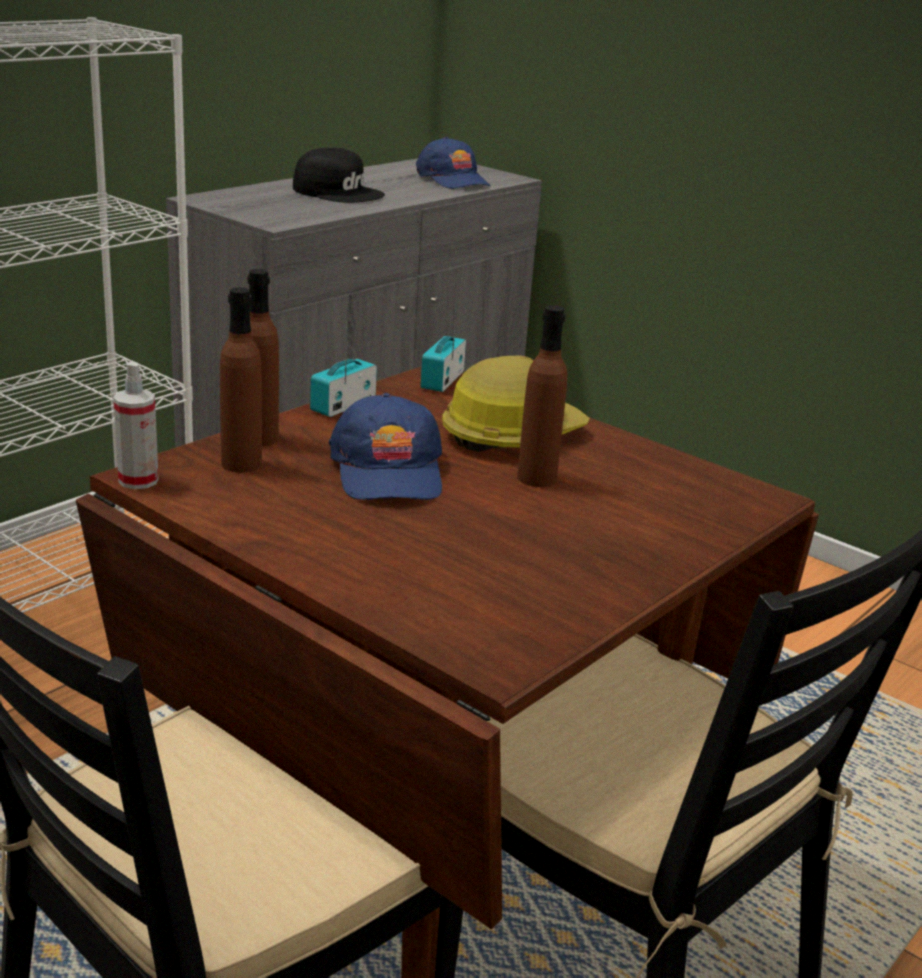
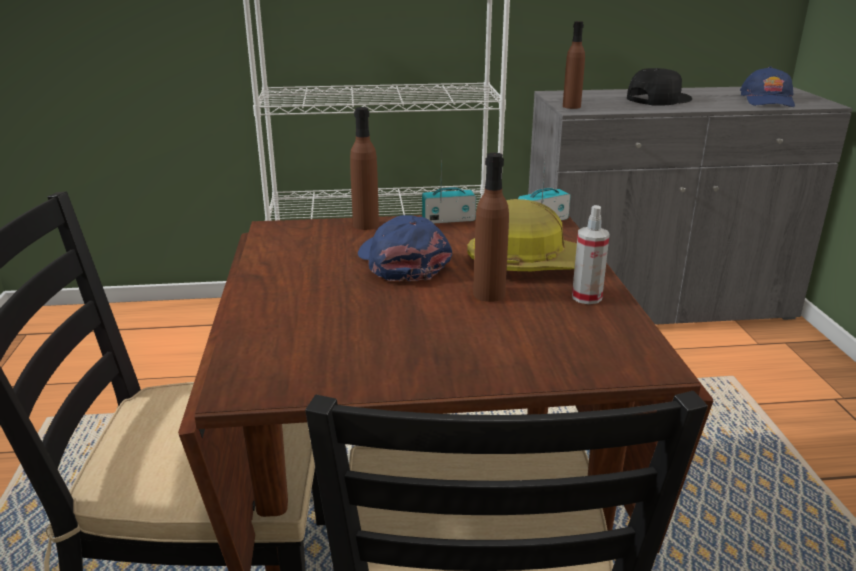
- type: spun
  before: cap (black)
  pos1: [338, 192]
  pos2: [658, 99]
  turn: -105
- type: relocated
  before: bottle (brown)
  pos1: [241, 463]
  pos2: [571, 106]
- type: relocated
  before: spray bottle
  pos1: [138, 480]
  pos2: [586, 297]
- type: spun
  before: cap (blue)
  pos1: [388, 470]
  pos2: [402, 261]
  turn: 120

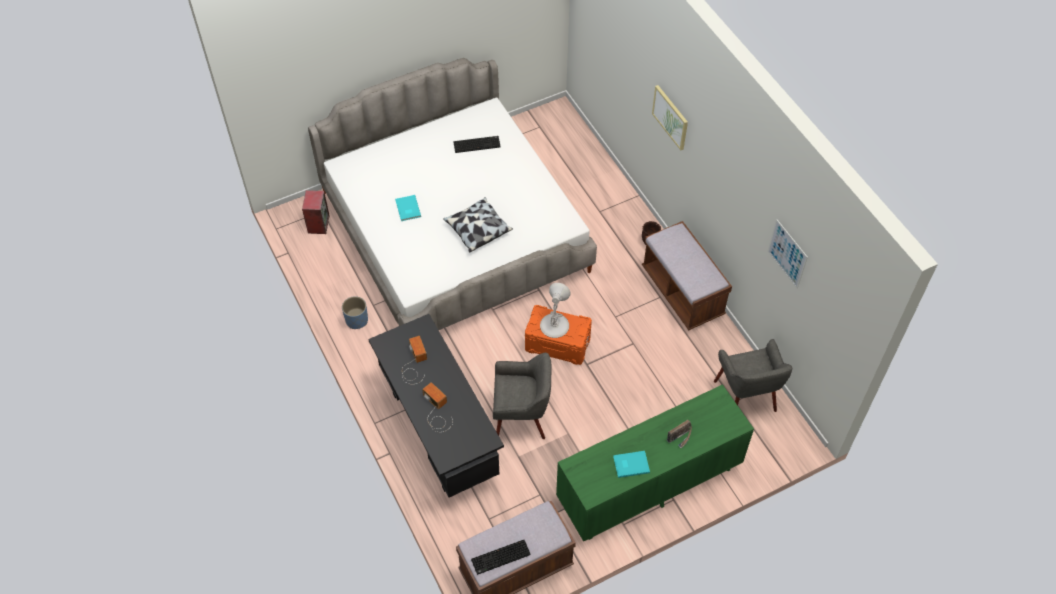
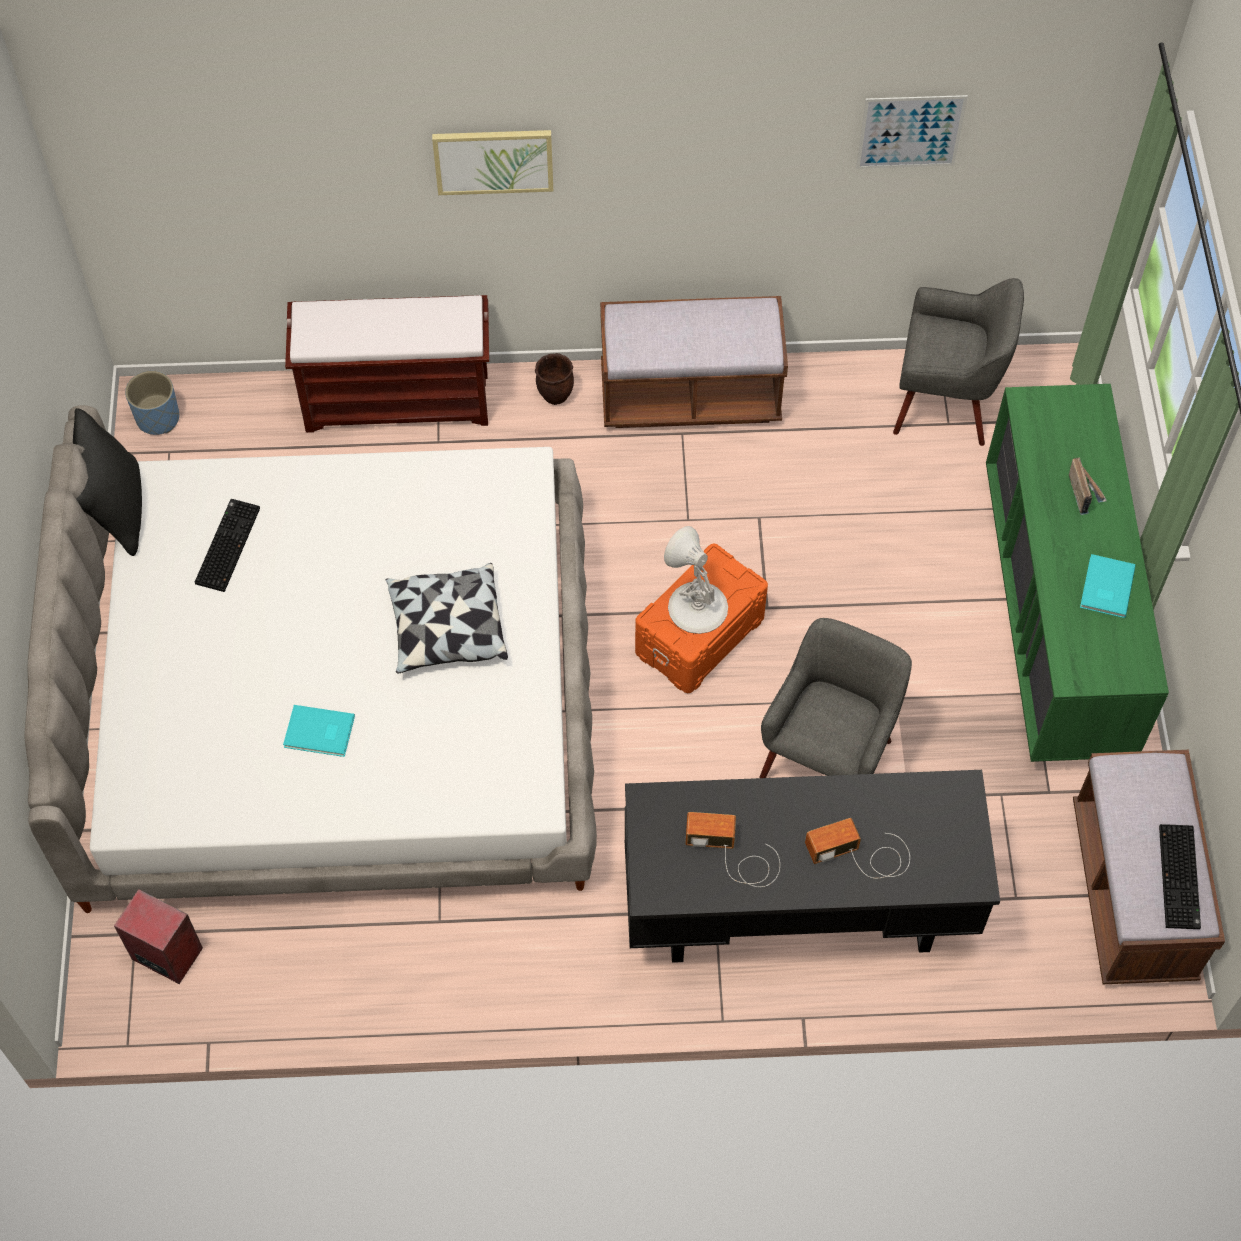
- type: relocated
  before: planter (blue)
  pos1: [356, 320]
  pos2: [158, 418]
- type: appeared
  after: bench (brown)
  pos2: [399, 400]
- type: appeared
  after: pillow (black)
  pos2: [117, 511]

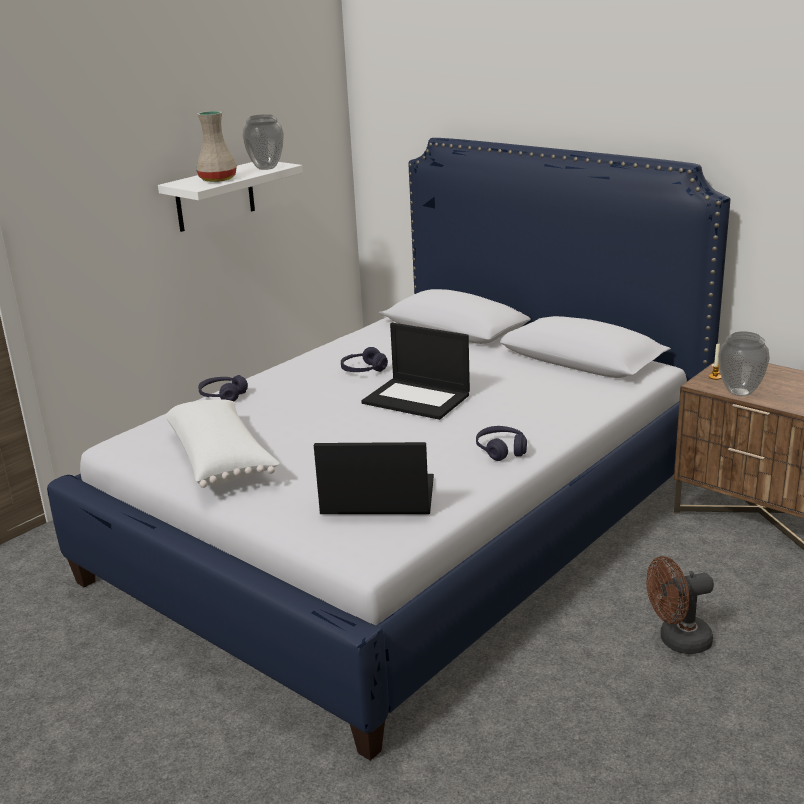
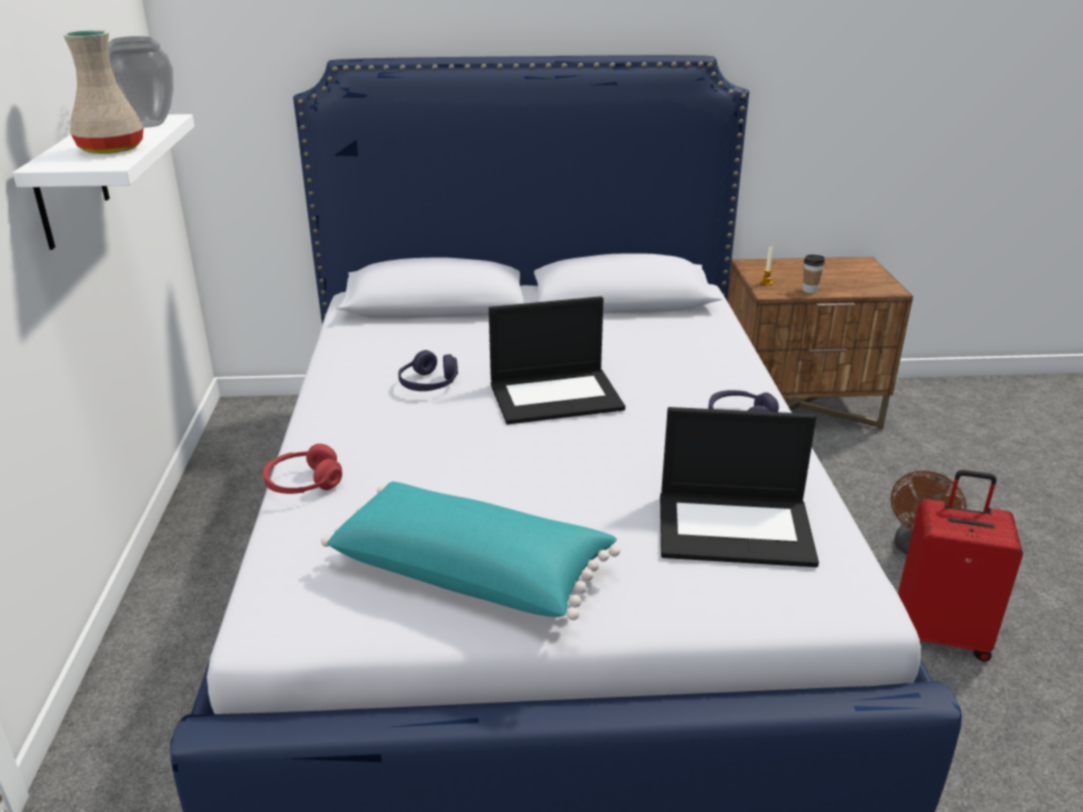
- type: exchanged
  before: vase
  after: cup
  pos1: [740, 392]
  pos2: [810, 290]
- type: colour
  before: headphones (purple)
  after: headphones (red)
  pos1: [223, 395]
  pos2: [304, 483]
- type: colour
  before: pillow (white)
  after: pillow (turquoise)
  pos1: [221, 459]
  pos2: [472, 571]
- type: spun
  before: laptop
  pos1: [376, 497]
  pos2: [736, 528]
  turn: -135
- type: appeared
  after: suitcase (red)
  pos2: [941, 634]

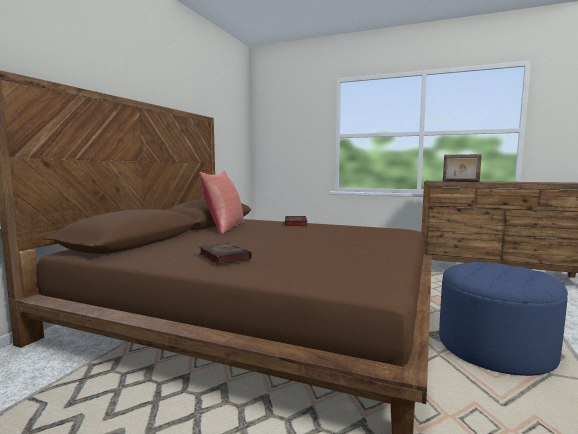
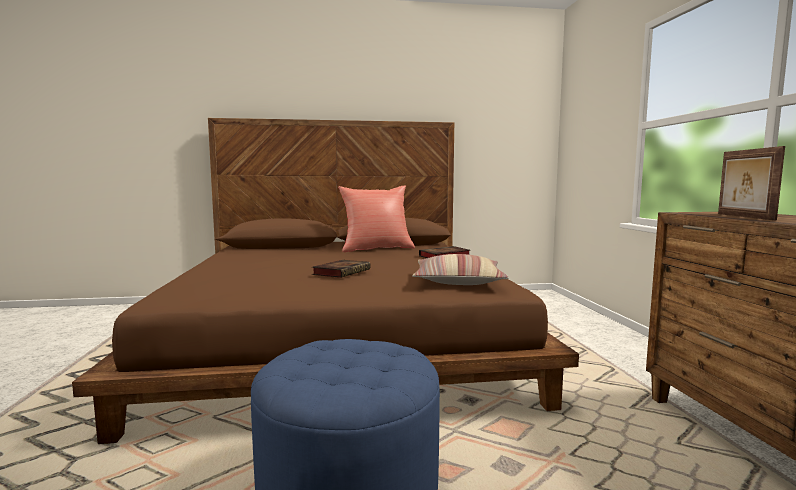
- type: relocated
  before: book
  pos1: [223, 256]
  pos2: [342, 272]
- type: appeared
  after: pillow
  pos2: [458, 281]

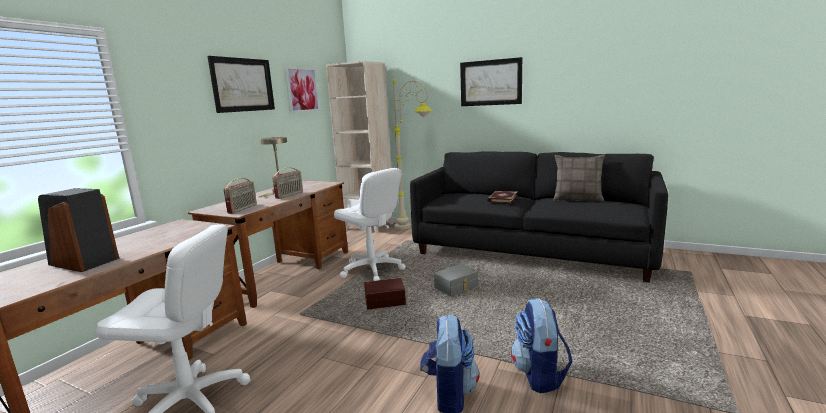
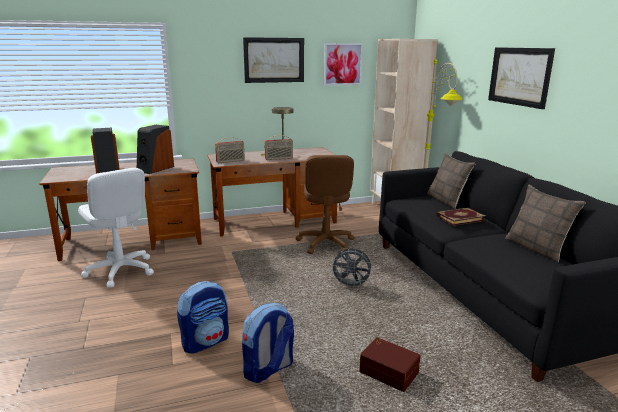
- type: colour
  before: office chair (white)
  after: office chair (brown)
  pos1: [372, 269]
  pos2: [325, 243]
- type: exchanged
  before: storage box (grey)
  after: fan (grey)
  pos1: [457, 287]
  pos2: [351, 286]
- type: relocated
  before: storage box (brown)
  pos1: [385, 301]
  pos2: [389, 372]
- type: appeared
  after: speaker
  pos2: [155, 169]
- type: appeared
  after: pillow
  pos2: [447, 201]

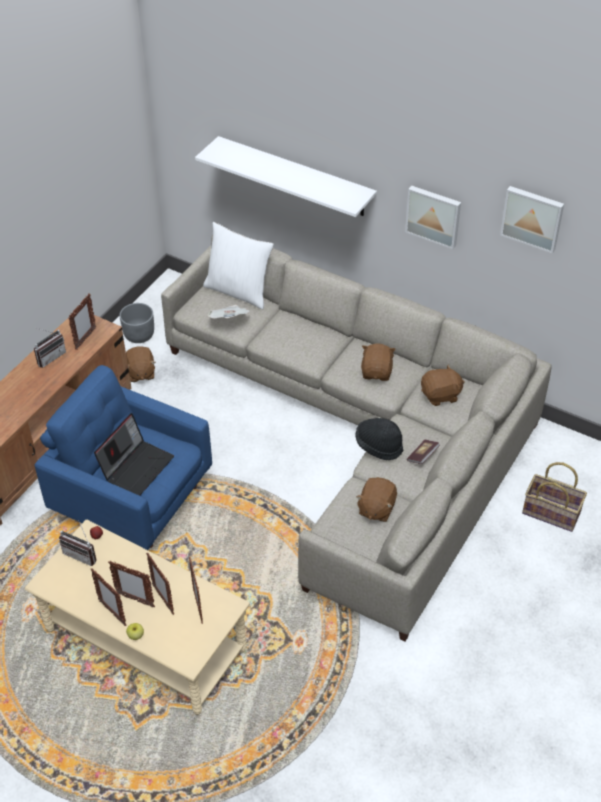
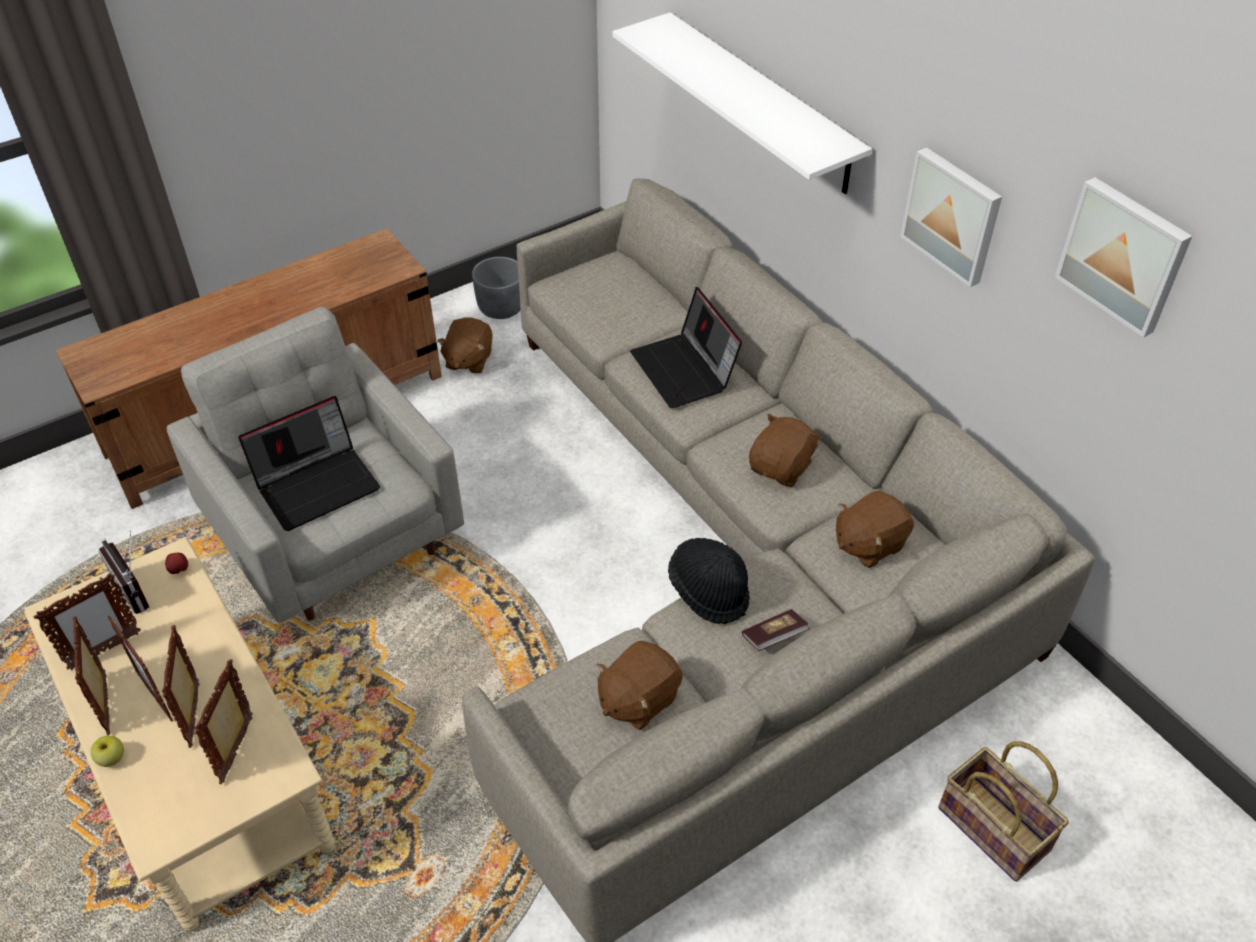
- type: missing
  before: pillow (white)
  pos1: [239, 291]
- type: relocated
  before: picture frame
  pos1: [85, 339]
  pos2: [104, 651]
- type: missing
  before: newspaper
  pos1: [229, 320]
- type: missing
  before: radio
  pos1: [50, 356]
- type: spun
  before: plush toy (brown)
  pos1: [441, 395]
  pos2: [868, 544]
  turn: 135
- type: colour
  before: armchair (blue)
  after: armchair (grey)
  pos1: [132, 498]
  pos2: [335, 535]
- type: appeared
  after: laptop
  pos2: [685, 371]

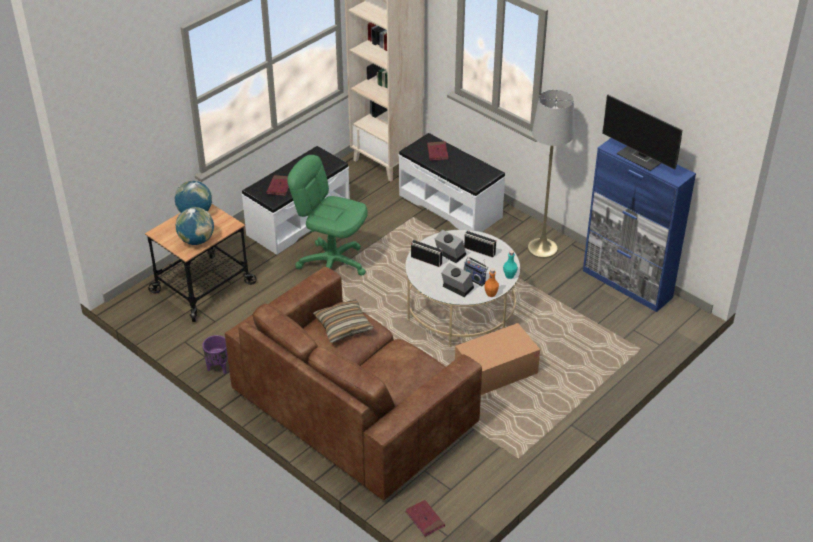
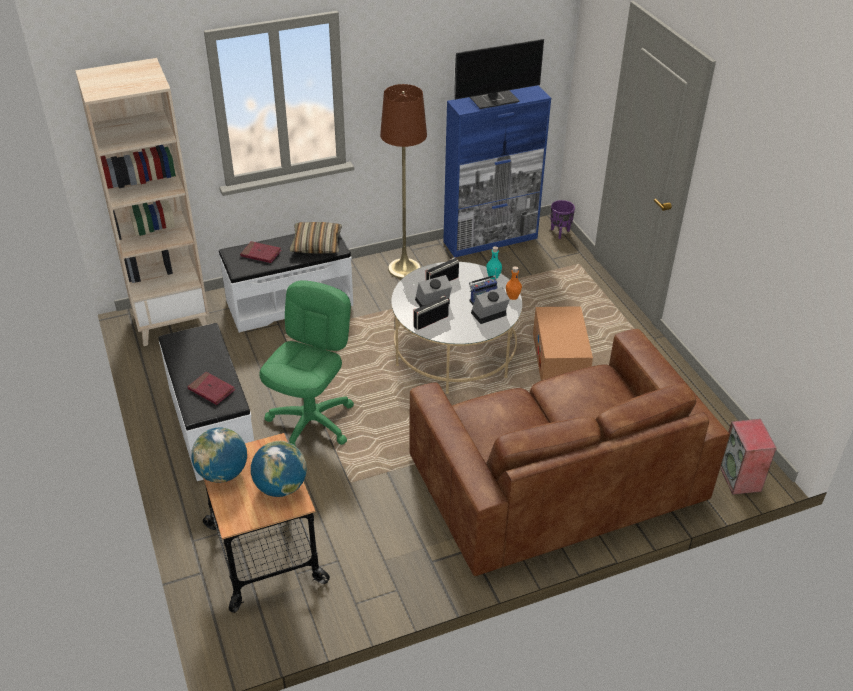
- type: colour
  before: floor lamp (grey)
  after: floor lamp (brown)
  pos1: [542, 248]
  pos2: [404, 268]
- type: spun
  before: office chair (green)
  pos1: [332, 263]
  pos2: [312, 422]
  turn: 150
- type: relocated
  before: pillow
  pos1: [343, 326]
  pos2: [316, 244]
- type: relocated
  before: planter (purple)
  pos1: [218, 368]
  pos2: [559, 233]
- type: exchanged
  before: book (red)
  after: speaker
  pos1: [425, 519]
  pos2: [740, 478]

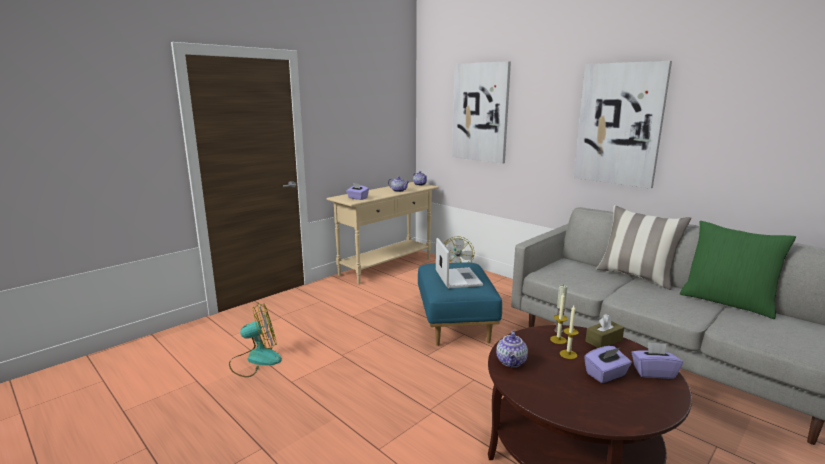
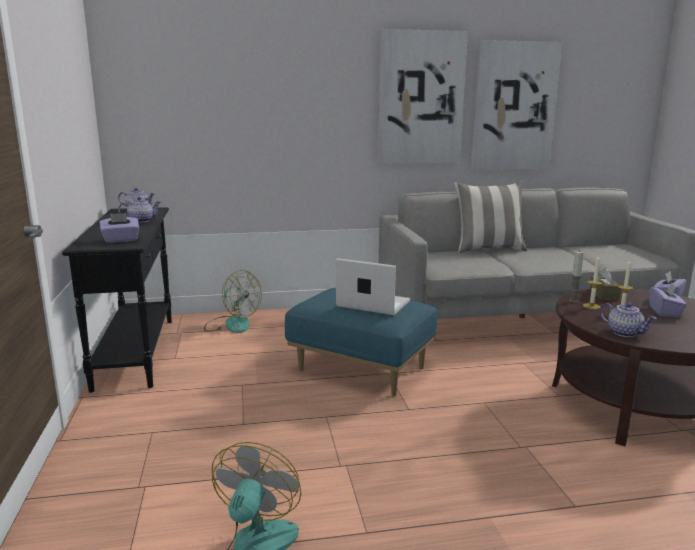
- type: relocated
  before: picture
  pos1: [480, 112]
  pos2: [514, 107]
- type: colour
  before: console table (beige)
  after: console table (black)
  pos1: [386, 266]
  pos2: [136, 352]
- type: missing
  before: pillow (green)
  pos1: [727, 302]

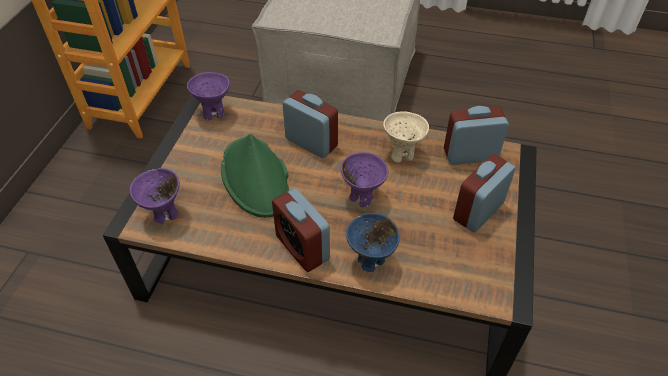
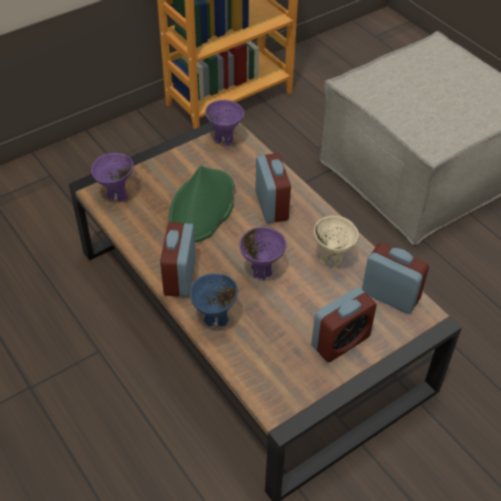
- type: spun
  before: alarm clock
  pos1: [478, 211]
  pos2: [340, 341]
  turn: 150

